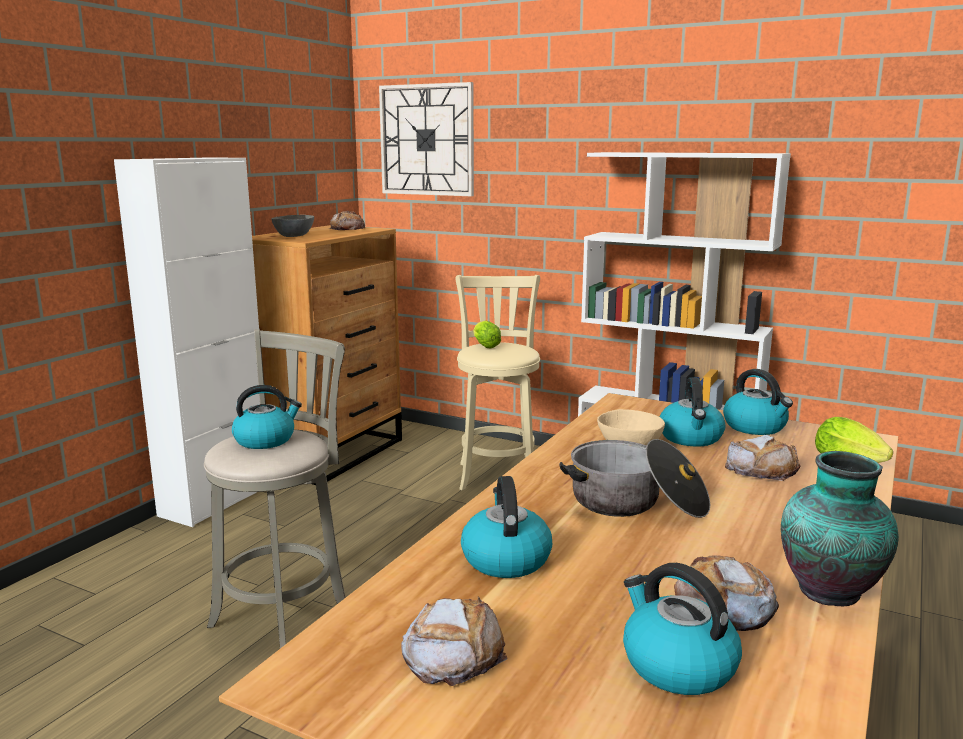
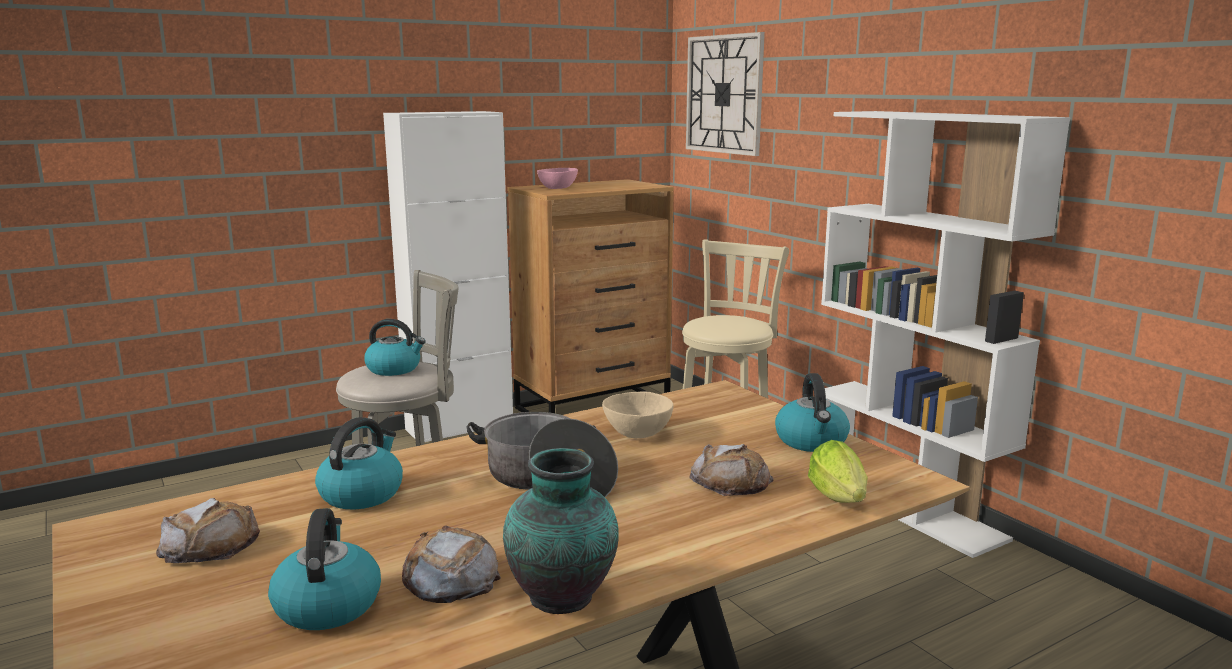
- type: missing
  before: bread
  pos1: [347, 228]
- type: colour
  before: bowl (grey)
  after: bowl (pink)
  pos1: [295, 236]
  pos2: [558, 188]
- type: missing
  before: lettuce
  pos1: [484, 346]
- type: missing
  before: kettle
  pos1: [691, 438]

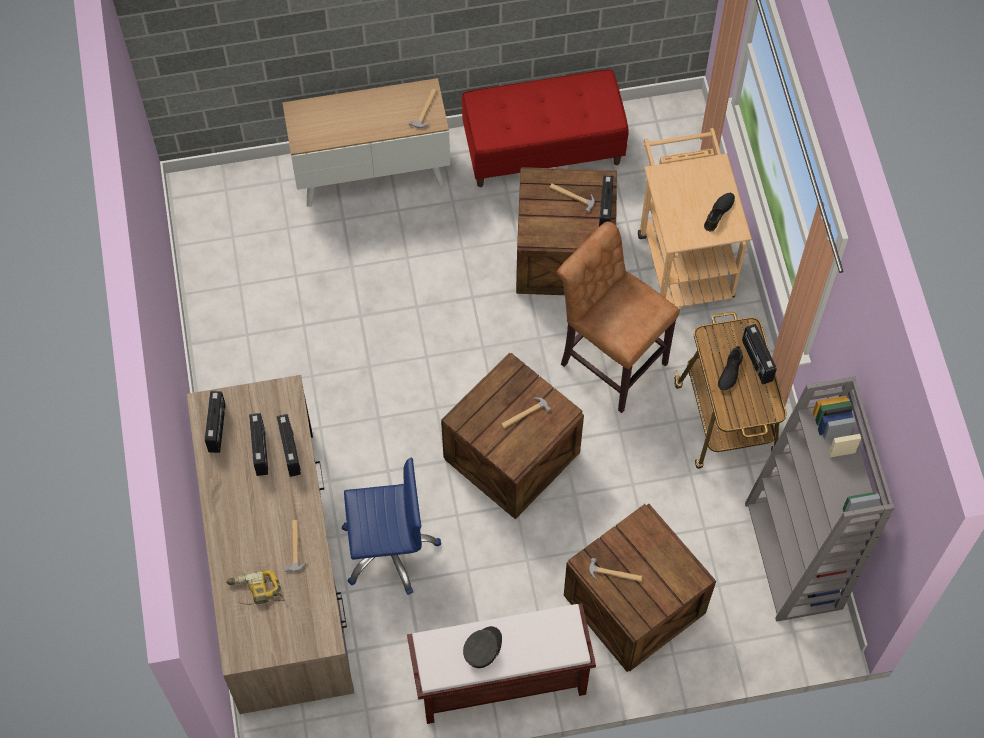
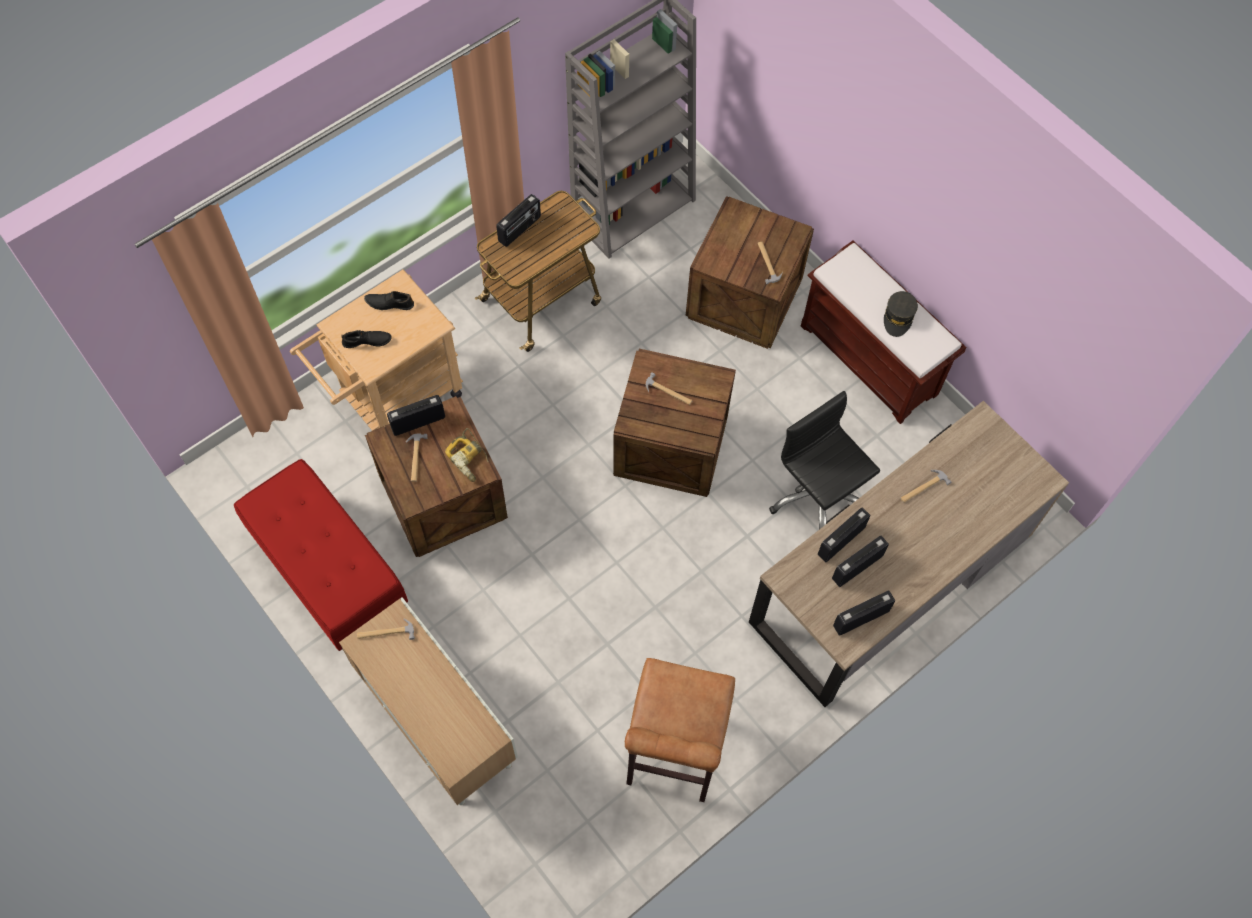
- type: relocated
  before: stool (brown)
  pos1: [609, 360]
  pos2: [672, 756]
- type: relocated
  before: shoe (black)
  pos1: [730, 372]
  pos2: [367, 342]
- type: colour
  before: office chair (blue)
  after: office chair (black)
  pos1: [389, 549]
  pos2: [816, 497]
- type: relocated
  before: power drill
  pos1: [255, 591]
  pos2: [469, 458]
- type: spun
  before: cap (grey)
  pos1: [483, 649]
  pos2: [898, 317]
  turn: -75

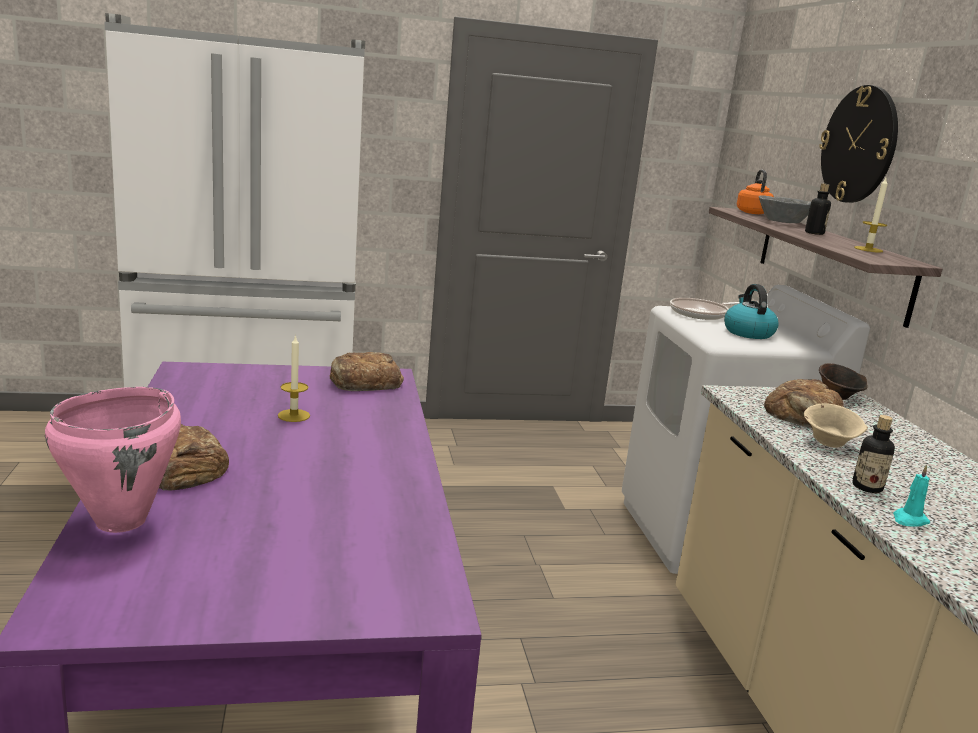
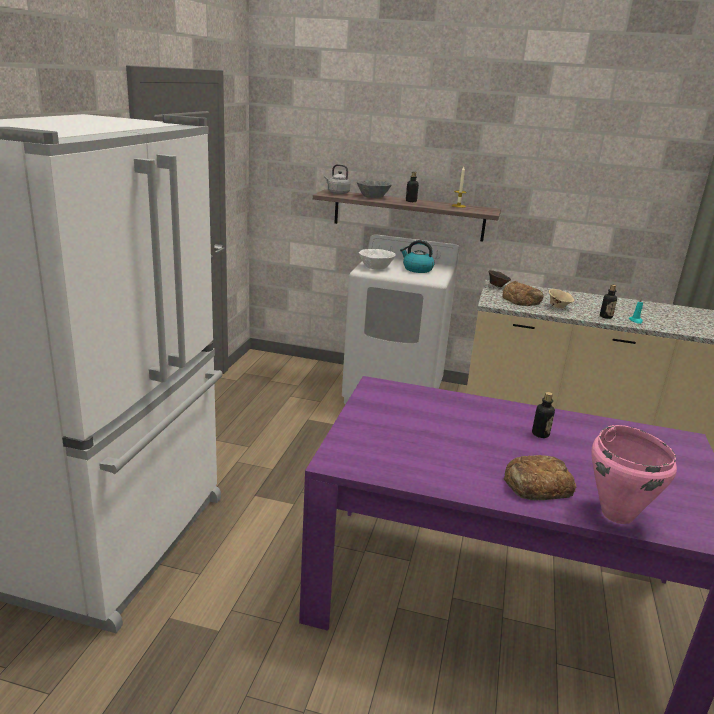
- type: missing
  before: wall clock
  pos1: [859, 145]
- type: colour
  before: kettle (orange)
  after: kettle (grey)
  pos1: [752, 212]
  pos2: [337, 193]
- type: exchanged
  before: frying pan
  after: bowl (white)
  pos1: [701, 313]
  pos2: [376, 267]
- type: missing
  before: candle
  pos1: [294, 415]
- type: missing
  before: bread
  pos1: [364, 381]
- type: appeared
  after: bottle
  pos2: [540, 434]

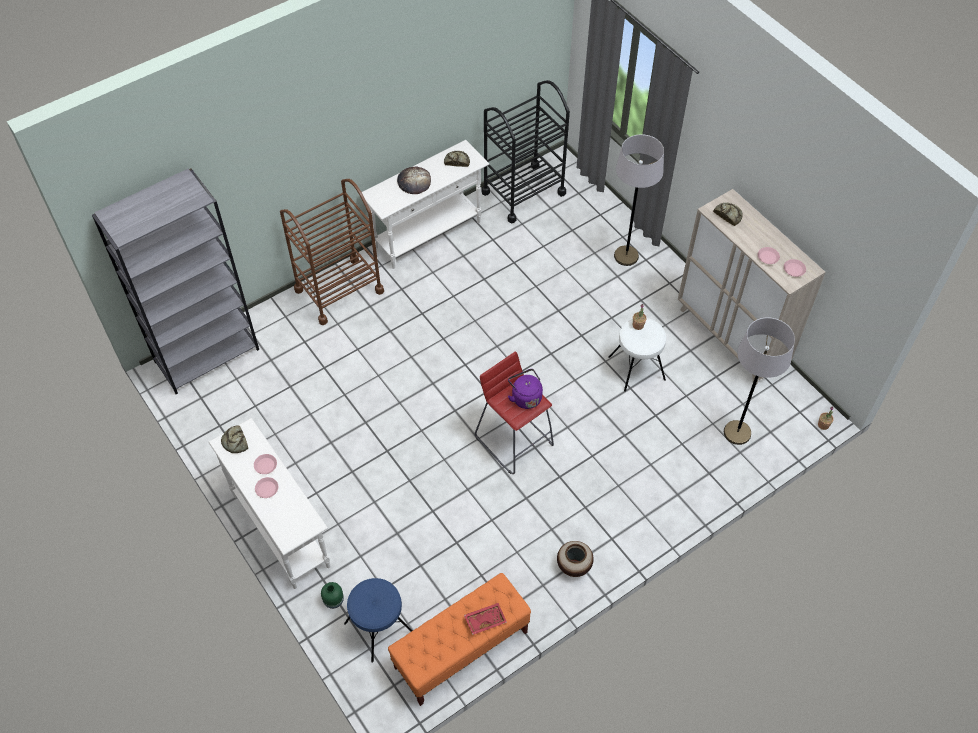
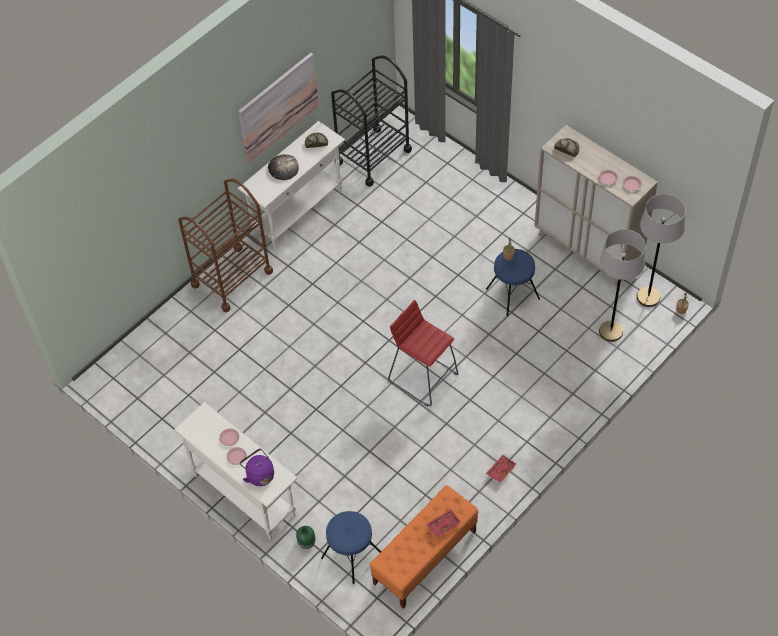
- type: relocated
  before: floor lamp (grey)
  pos1: [626, 256]
  pos2: [648, 297]
- type: missing
  before: bookcase (grey)
  pos1: [207, 355]
- type: colour
  before: stool (white)
  after: stool (blue)
  pos1: [636, 368]
  pos2: [512, 294]
- type: relocated
  before: kettle (purple)
  pos1: [525, 397]
  pos2: [259, 474]
- type: missing
  before: bread
  pos1: [235, 442]
- type: exchanged
  before: vase
  after: tray (red)
  pos1: [573, 566]
  pos2: [500, 470]
- type: appeared
  after: picture
  pos2: [278, 107]

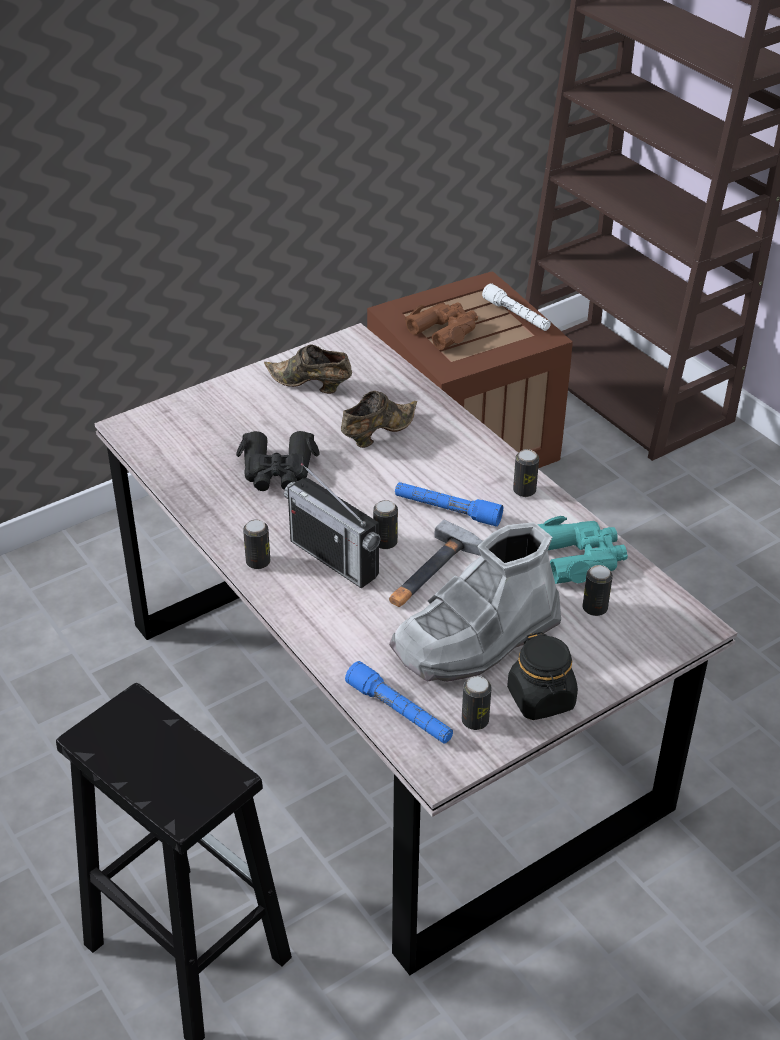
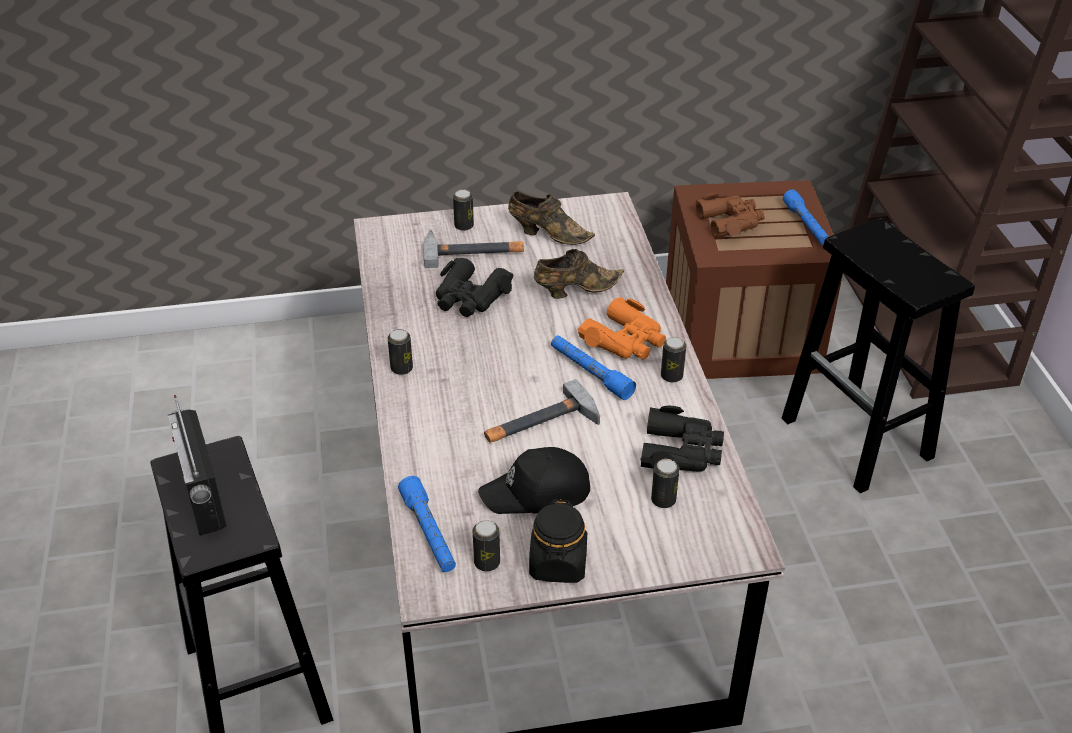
- type: colour
  before: flashlight (white)
  after: flashlight (blue)
  pos1: [516, 315]
  pos2: [806, 225]
- type: spun
  before: shoe (brown)
  pos1: [311, 385]
  pos2: [547, 234]
  turn: 150
- type: relocated
  before: radio
  pos1: [334, 558]
  pos2: [203, 496]
- type: relocated
  before: can
  pos1: [385, 542]
  pos2: [464, 226]
- type: colour
  before: binoculars (turquoise)
  after: binoculars (black)
  pos1: [580, 558]
  pos2: [681, 451]
- type: exchanged
  before: boot (grey)
  after: cap (black)
  pos1: [476, 639]
  pos2: [537, 493]
- type: appeared
  after: stool (black)
  pos2: [858, 439]
- type: appeared
  after: hammer
  pos2: [474, 251]
- type: appeared
  after: binoculars (orange)
  pos2: [625, 340]

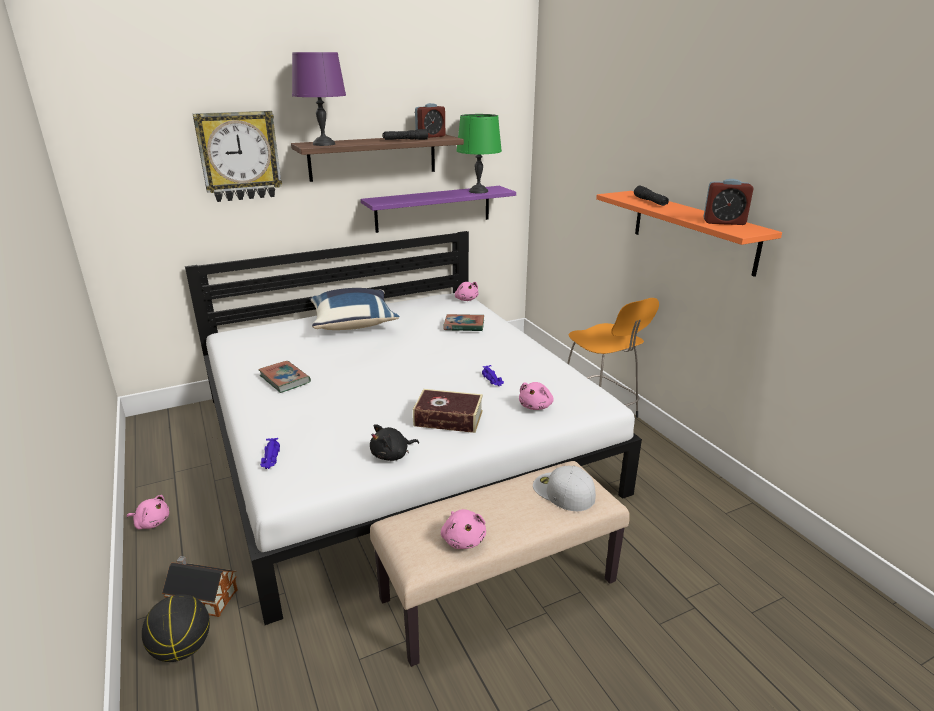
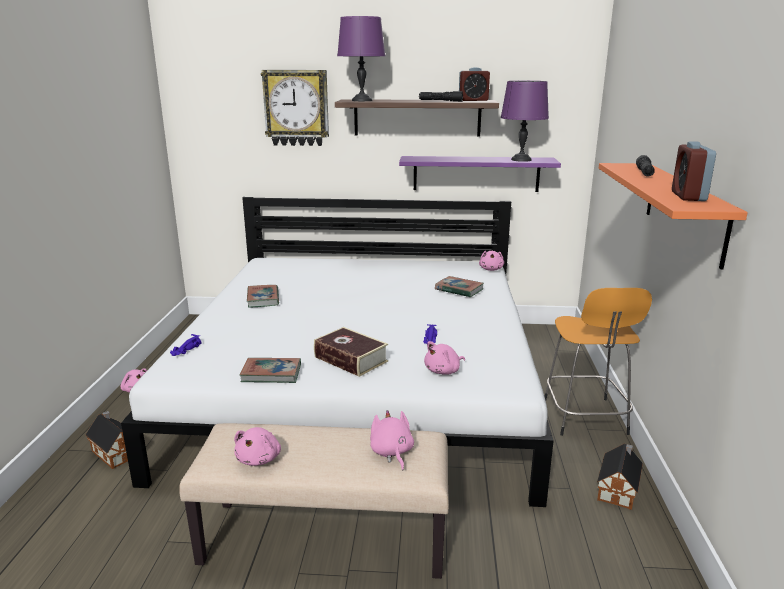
- type: colour
  before: table lamp (green)
  after: table lamp (purple)
  pos1: [478, 191]
  pos2: [520, 159]
- type: spun
  before: alarm clock
  pos1: [724, 222]
  pos2: [688, 196]
  turn: 60
- type: missing
  before: pillow (blue)
  pos1: [353, 323]
- type: exchanged
  before: plush toy (black)
  after: book
  pos1: [392, 455]
  pos2: [271, 374]
- type: exchanged
  before: cap (white)
  after: plush toy (pink)
  pos1: [562, 491]
  pos2: [391, 453]
- type: missing
  before: basketball
  pos1: [183, 648]
- type: appeared
  after: toy house
  pos2: [618, 489]

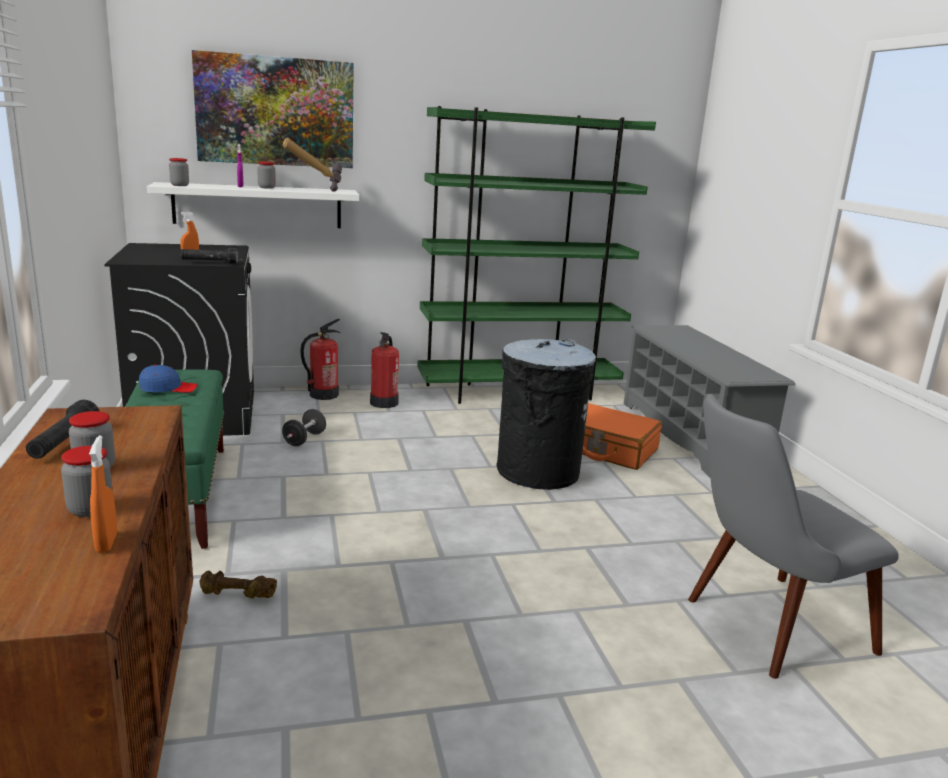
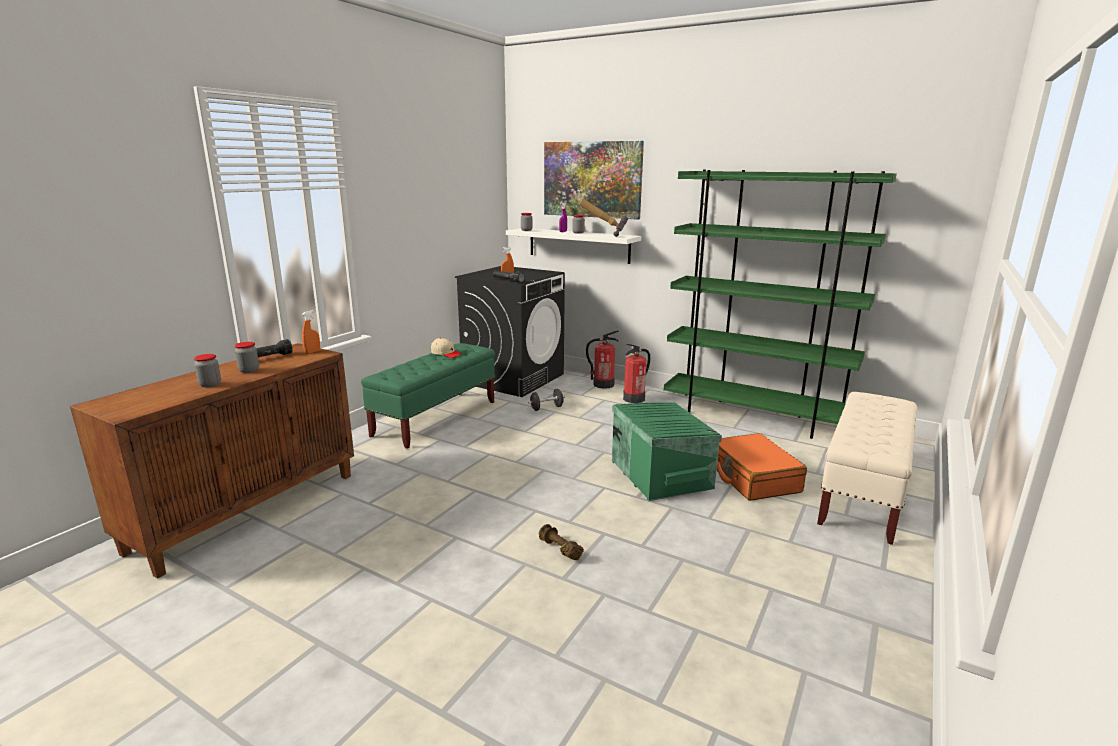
- type: exchanged
  before: shoe rack (grey)
  after: bench (beige)
  pos1: [691, 435]
  pos2: [863, 493]
- type: exchanged
  before: trash can (black)
  after: storage box (green)
  pos1: [537, 471]
  pos2: [661, 474]
- type: colour
  before: cap (blue)
  after: cap (beige)
  pos1: [168, 388]
  pos2: [446, 353]
- type: missing
  before: chair (grey)
  pos1: [761, 629]
- type: relocated
  before: spray bottle (orange)
  pos1: [106, 543]
  pos2: [312, 352]
- type: relocated
  before: dumbbell (brown)
  pos1: [237, 595]
  pos2: [559, 549]

